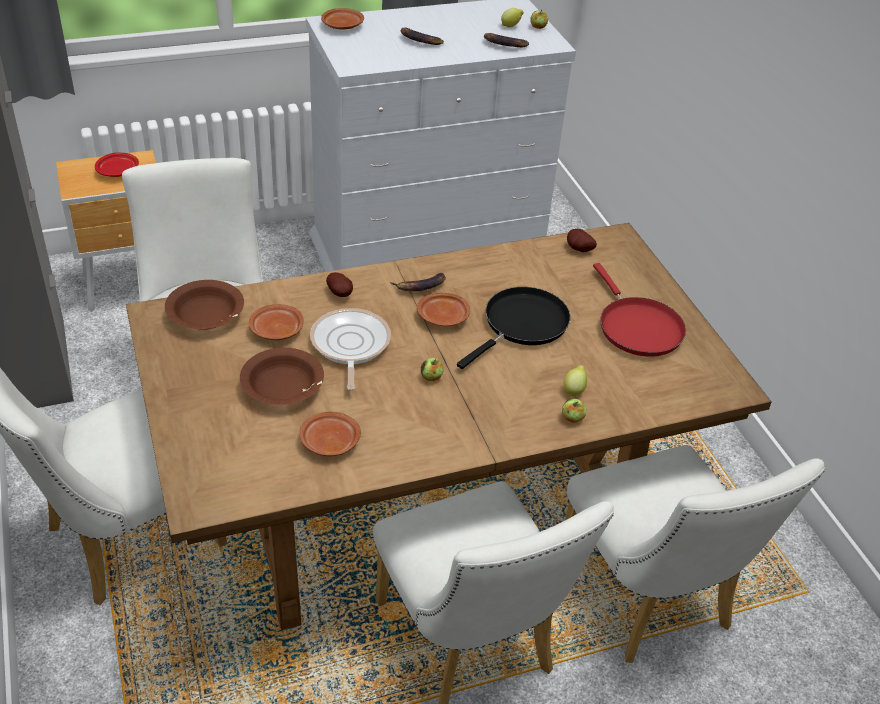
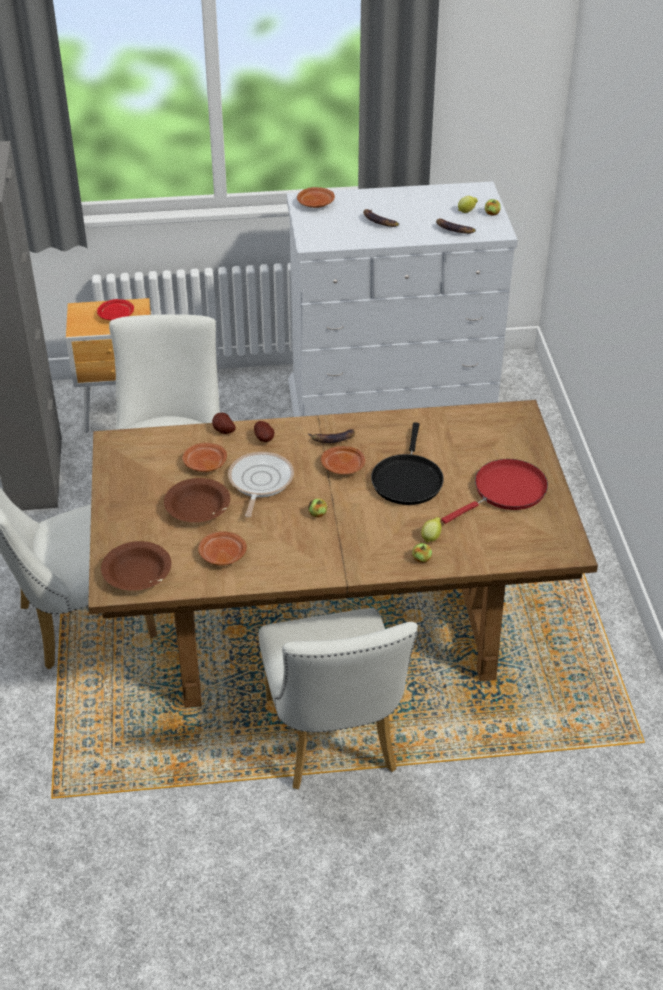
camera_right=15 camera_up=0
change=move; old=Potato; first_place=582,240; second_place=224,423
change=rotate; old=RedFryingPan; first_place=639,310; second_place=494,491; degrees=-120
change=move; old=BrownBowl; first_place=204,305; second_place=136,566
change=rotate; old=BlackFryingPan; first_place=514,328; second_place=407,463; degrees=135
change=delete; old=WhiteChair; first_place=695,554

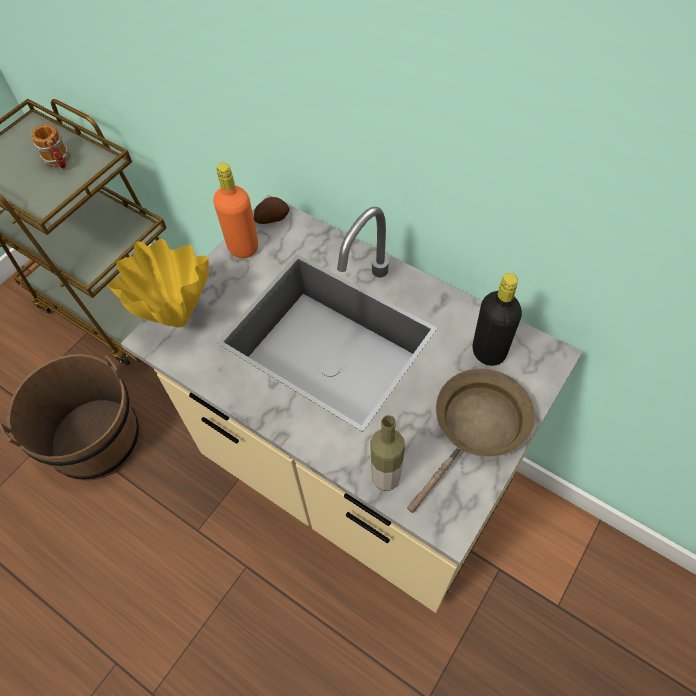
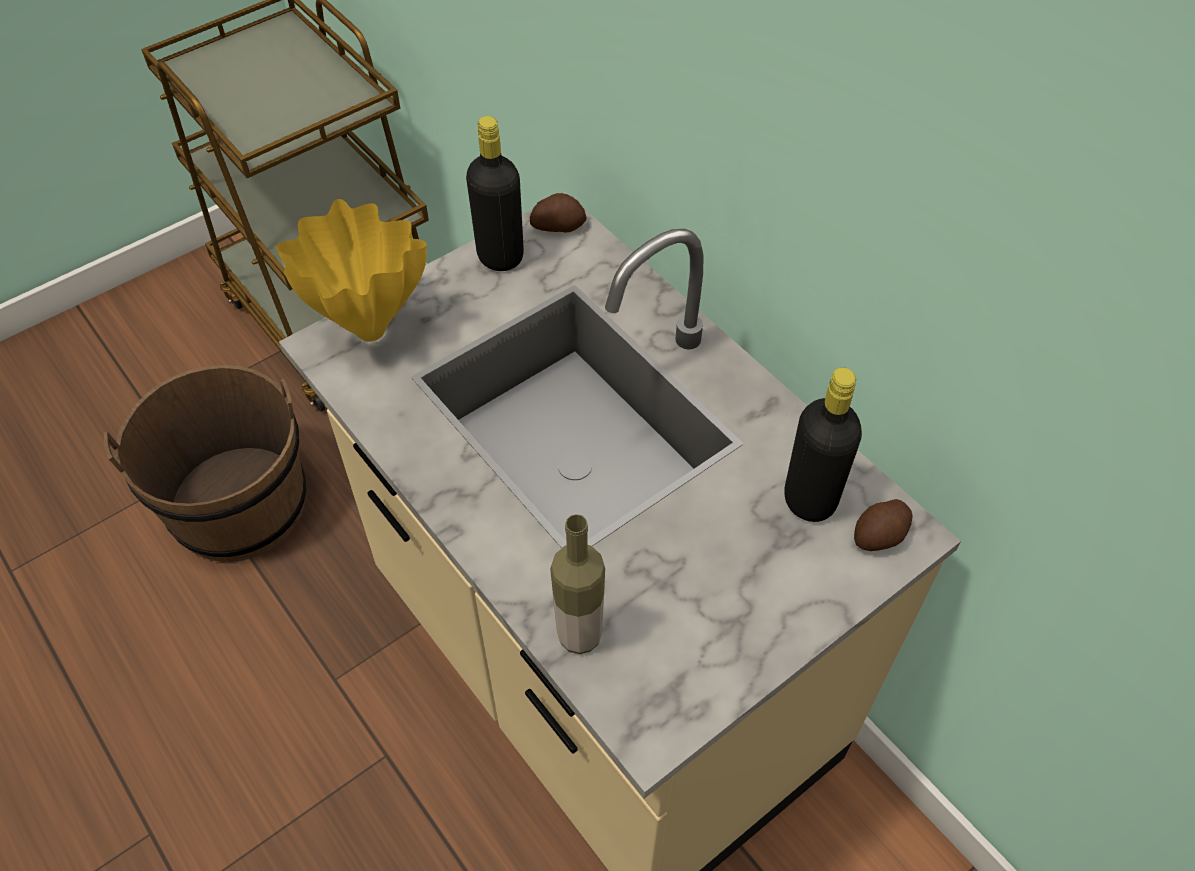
camera_right=15 camera_up=-5
change=delete; old=Mug; first_place=50,146
change=recolor; old=OrangeBottle; new=BlackBottle; first_place=235,210; second_place=495,193
change=delete; old=BrownFryingPan; first_place=471,440
change=insert; new=Potato; second_place=883,525

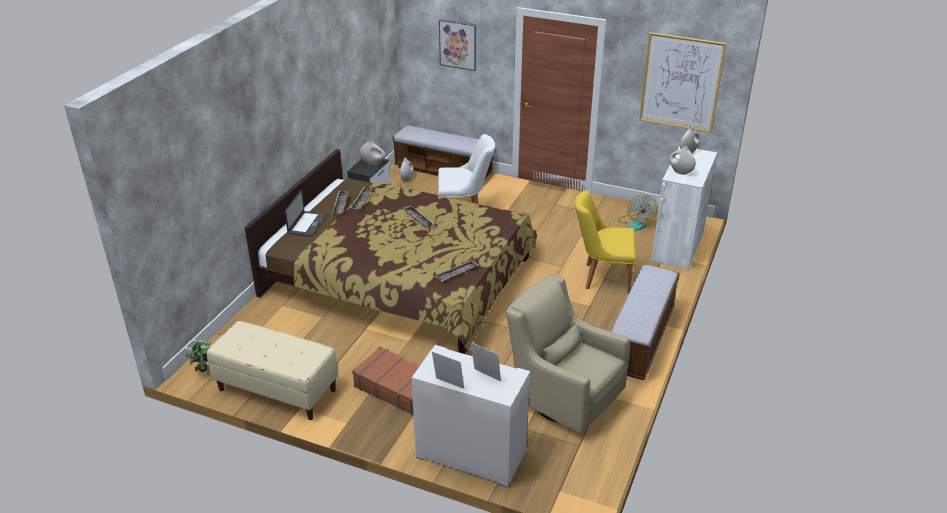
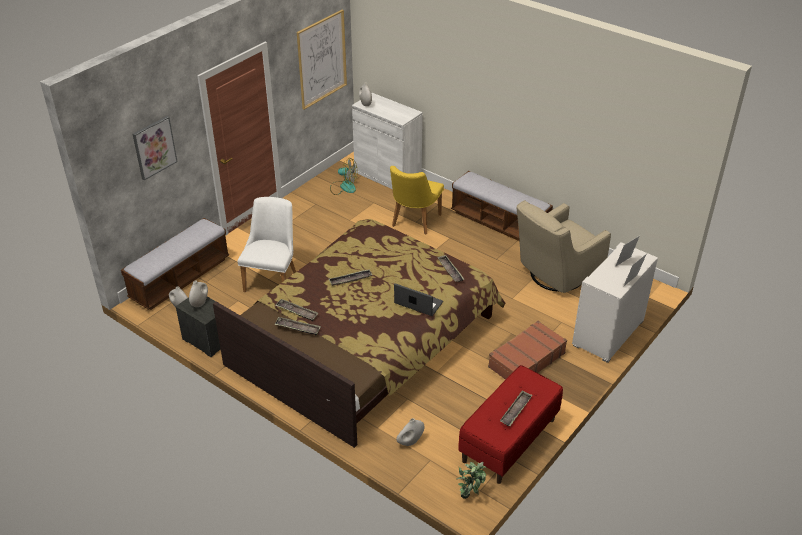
camera_right=-75 camera_up=5
change=move; old=WhiteVase; first_place=682,160; second_place=410,432
change=move; old=Laptop; first_place=305,214; second_place=418,299
change=recolor; old=BeigeBench; new=RedBench; first_place=272,370; second_place=510,424
change=insert; new=Tray; second_place=516,408

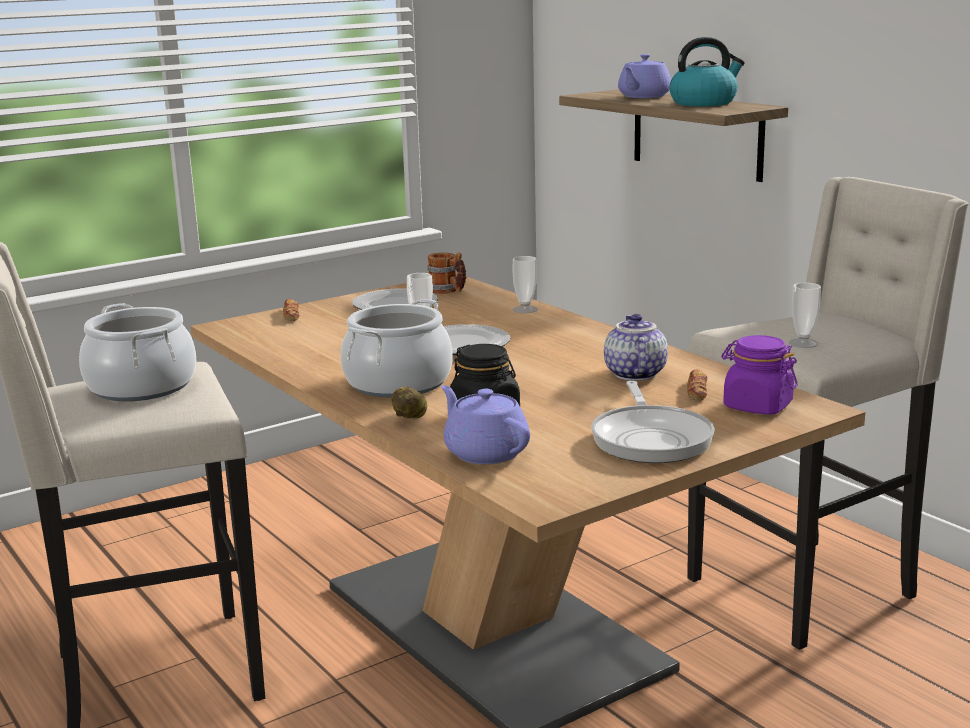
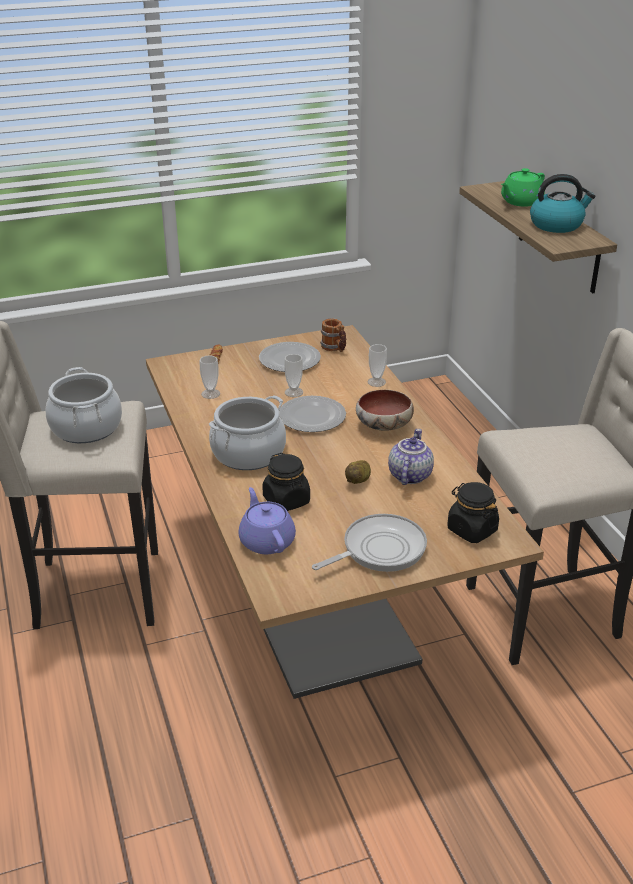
camera_right=15 camera_up=15
change=recolor; old=PurpleTeapot; new=GreenTeapot; first_place=644,76; second_place=523,187
change=move; old=Cup; first_place=805,315; second_place=209,377
change=recolor; old=PurpleJar; new=BlackJar; first_place=759,375; second_place=473,512
change=delete; old=Bread; first_place=697,385
change=rotate; old=FryingPan; first_place=653,422; second_place=369,543; degrees=-135
change=move; old=Potato; first_place=409,402; second_place=358,472
change=insert; new=Bowl; second_place=385,410

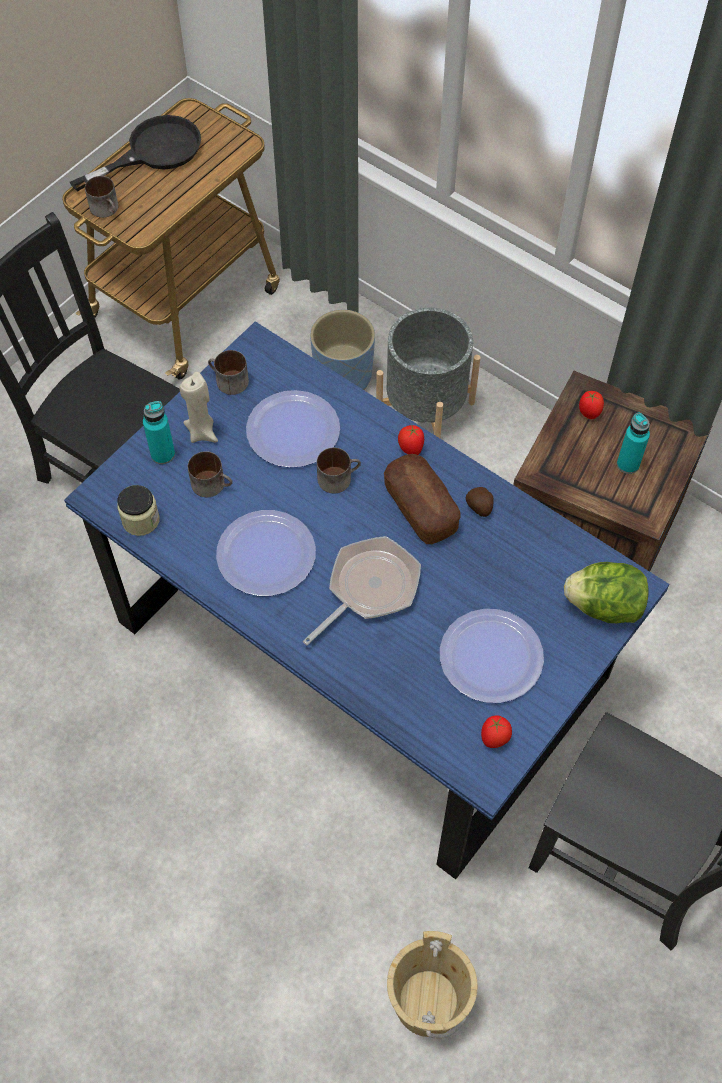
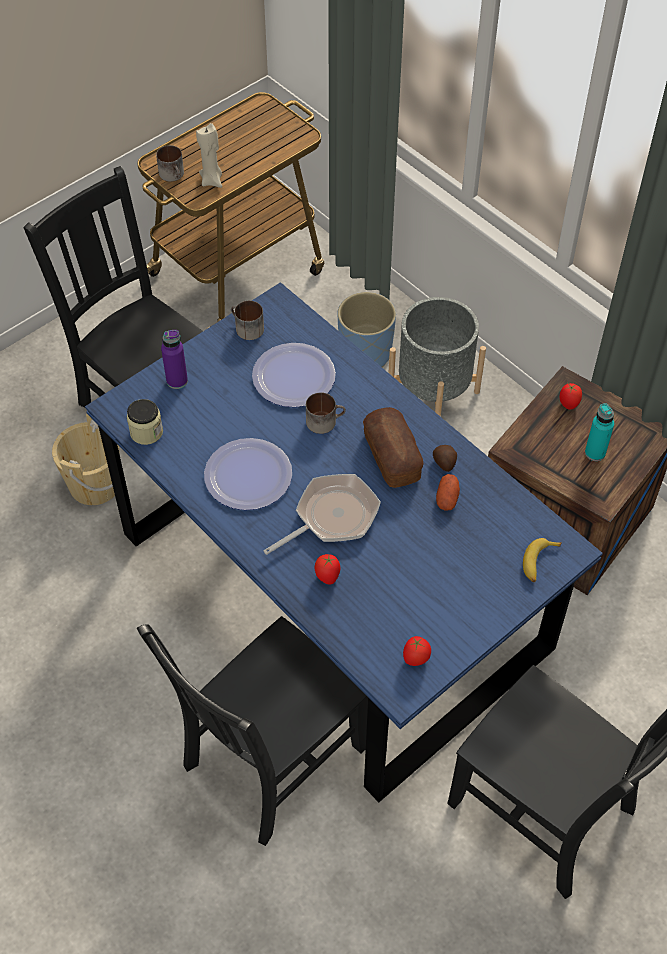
camera_right=10 camera_up=-5
change=delete; old=BlackFryingPan; first_place=135,153
change=move; old=BeigeCandle; first_place=198,407; second_place=209,155
change=recolor; old=TurquoiseBottle; new=PurpleBottle; first_place=159,432; second_place=174,359
change=move; old=Tomato; first_place=411,440; second_place=327,569
change=delete; old=Mug; first_place=210,474
change=replace; old=Lettuce; new=Banana; first_place=606,592; second_place=542,560
change=delete; old=Plate; first_place=492,656
change=move; old=BeigeBucket; first_place=432,984; second_place=88,458
change=insert; new=Potato; second_place=448,492
change=insert; new=BlackChair; second_place=252,731

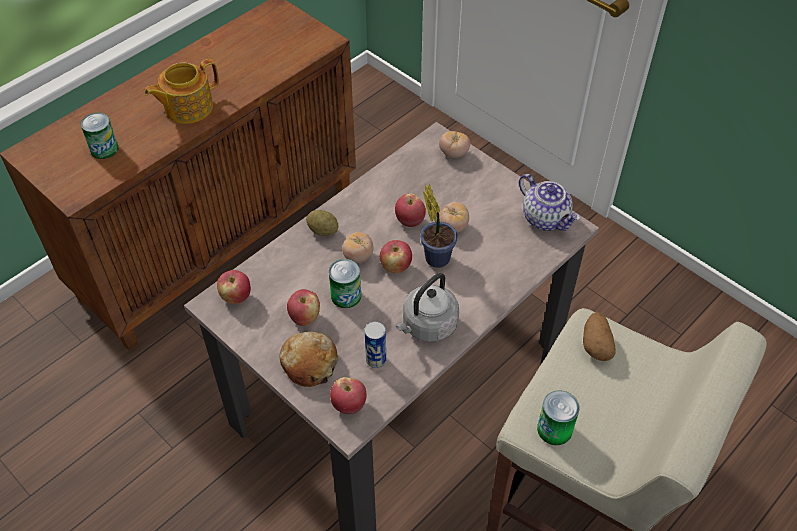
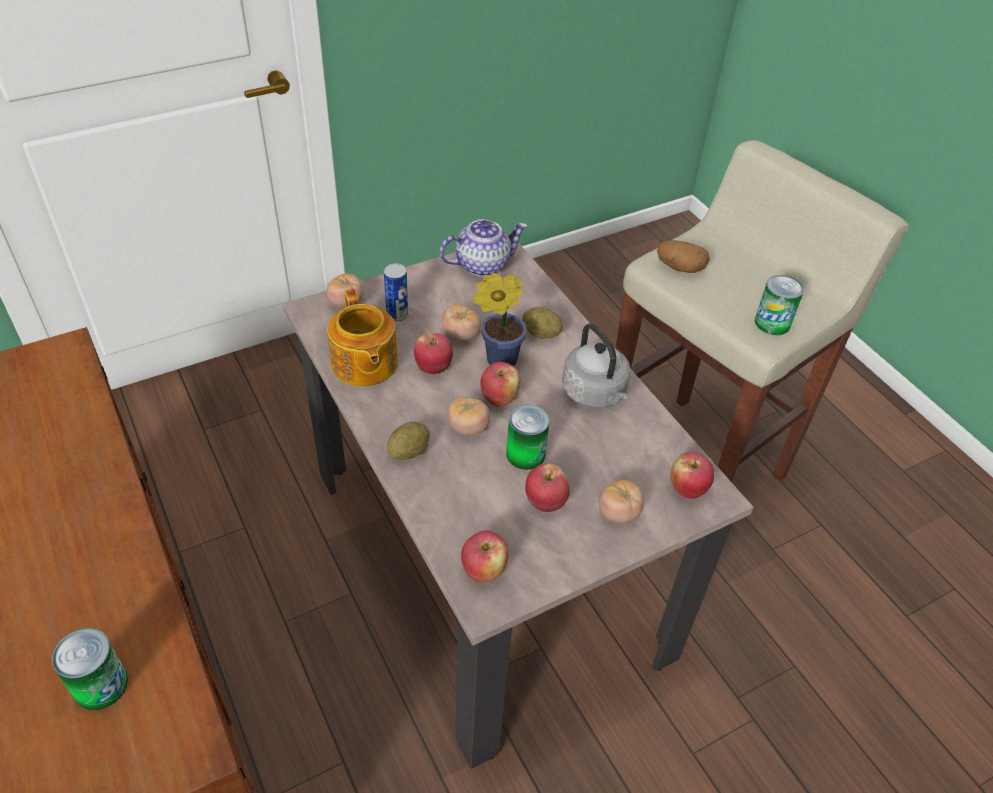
camera_right=-75 camera_up=-5
change=move; old=Teapot; first_place=182,91; second_place=362,338
change=move; old=Can; first_place=375,344; second_place=396,292
change=replace; old=Bread; new=Tomato; first_place=308,359; second_place=621,502
change=insert; new=Potato; second_place=542,322

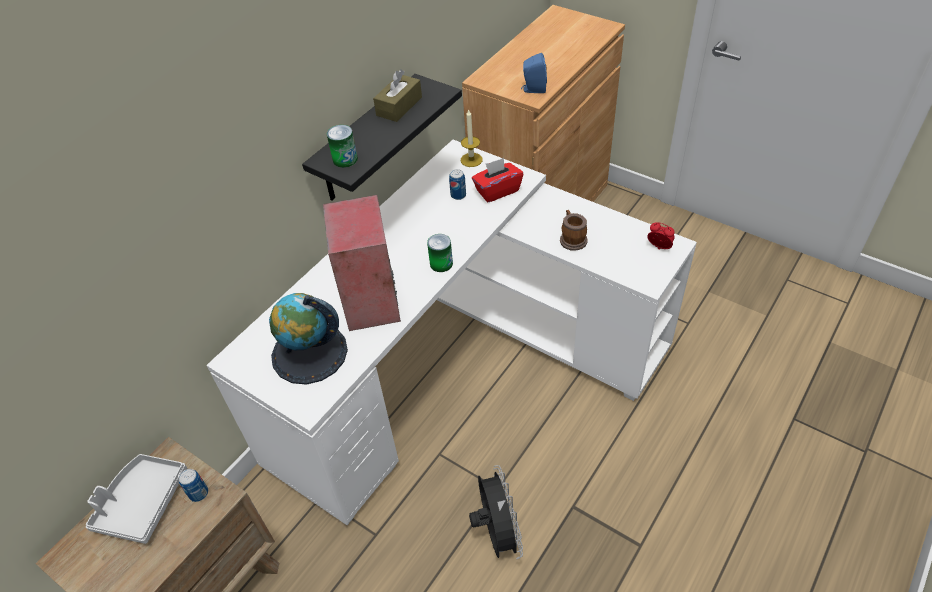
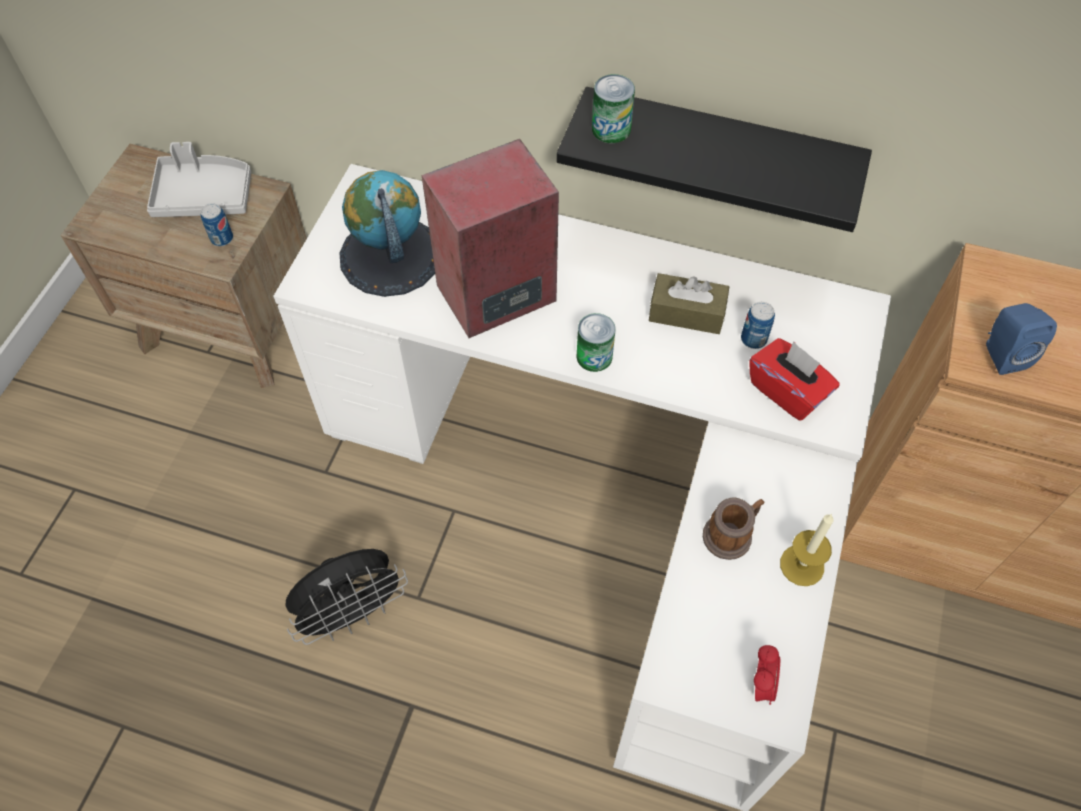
camera_right=70 camera_up=10
change=move; old=BrownTissueBox; first_place=397,95; second_place=689,303
change=move; old=Candle; first_place=472,138; second_place=807,550

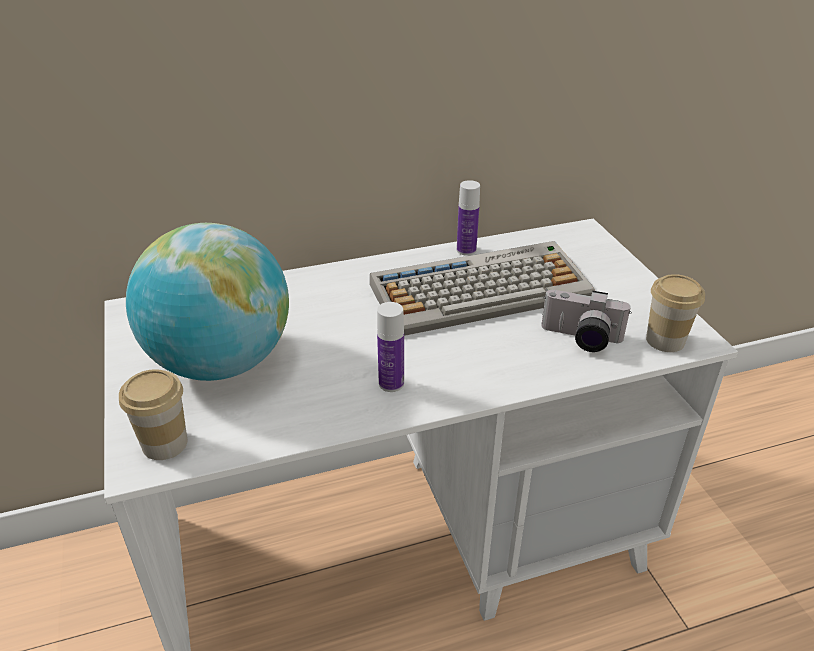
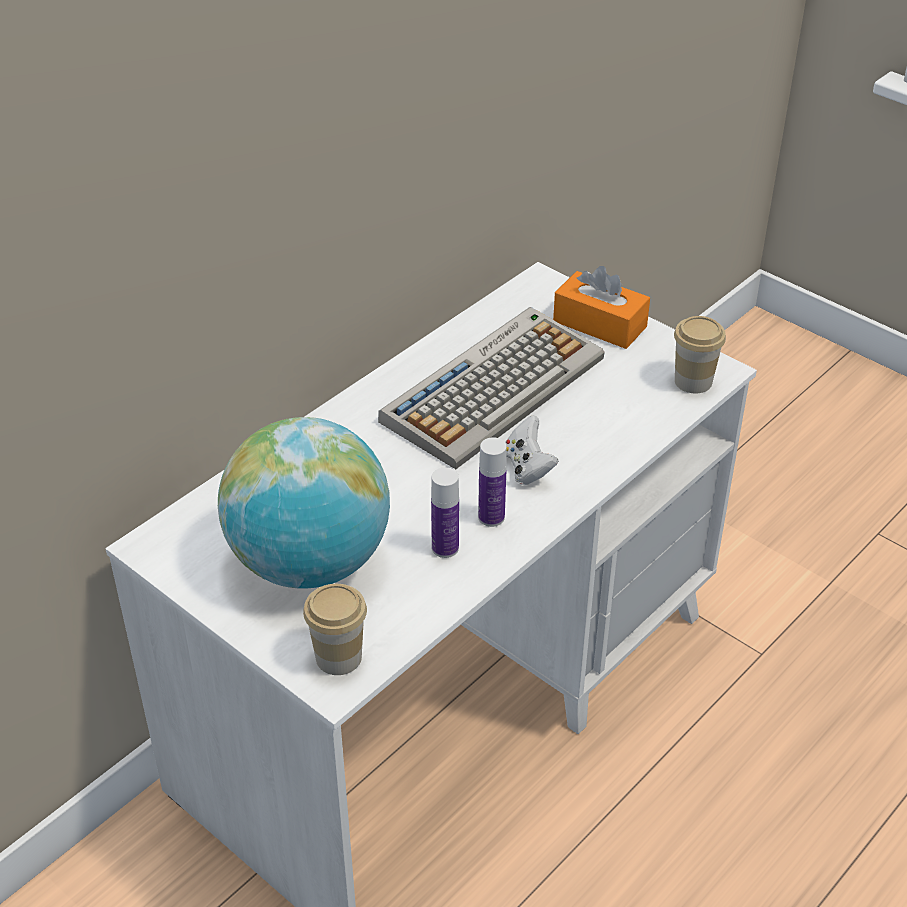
camera_right=-30 camera_up=5
change=move; old=Bottle; first_place=468,218; second_place=445,513
change=delete; old=PhotoCamera; first_place=586,321
change=insert; new=OrangeTissueBox; second_place=601,307
change=insert; new=WhiteGameController; second_place=531,450

